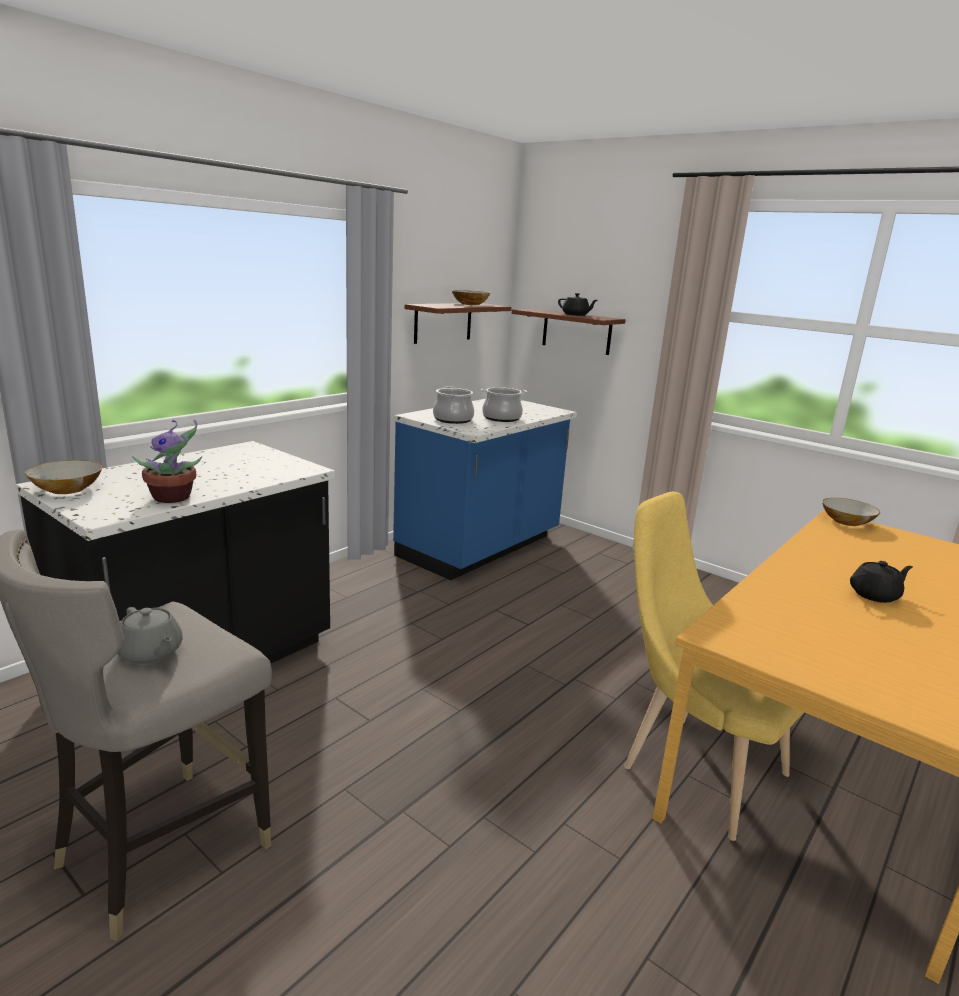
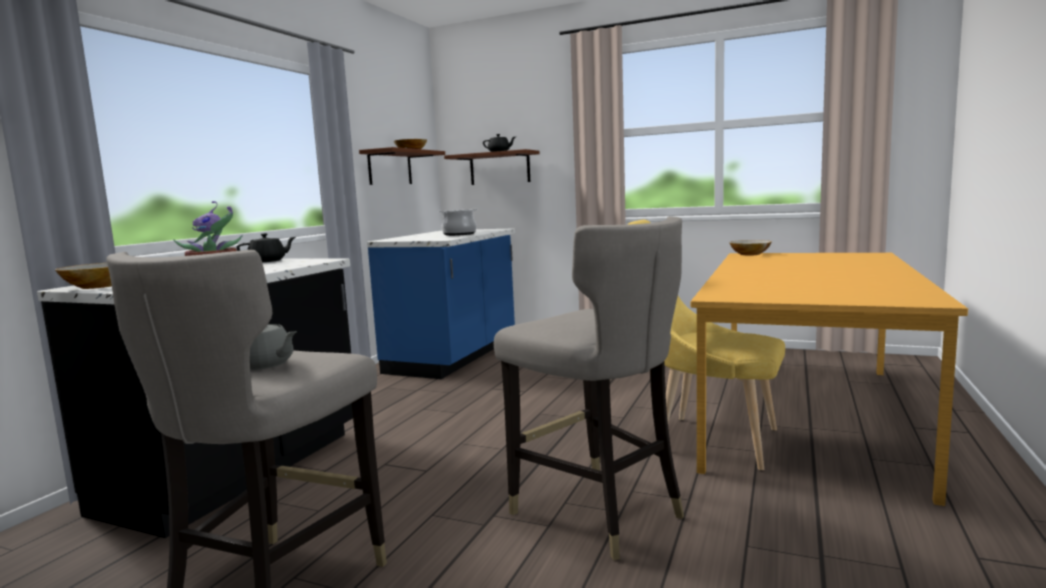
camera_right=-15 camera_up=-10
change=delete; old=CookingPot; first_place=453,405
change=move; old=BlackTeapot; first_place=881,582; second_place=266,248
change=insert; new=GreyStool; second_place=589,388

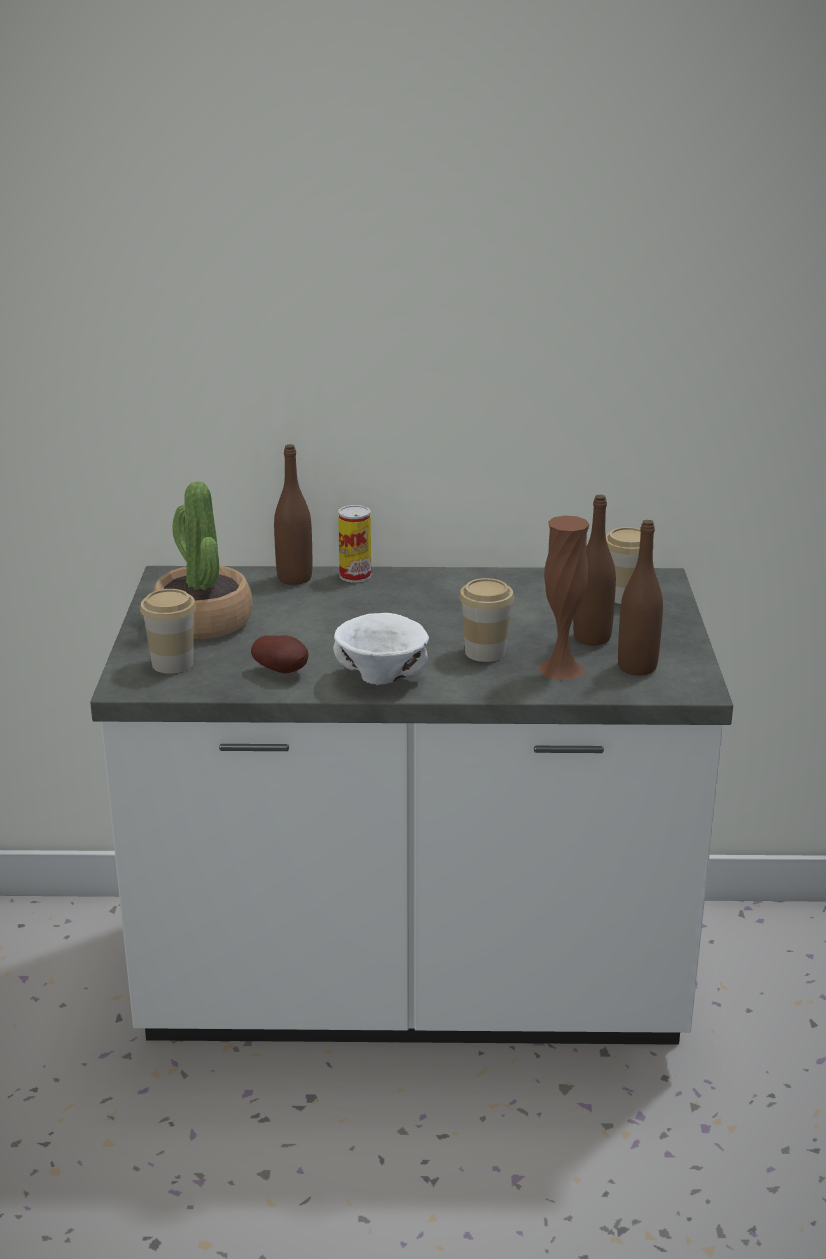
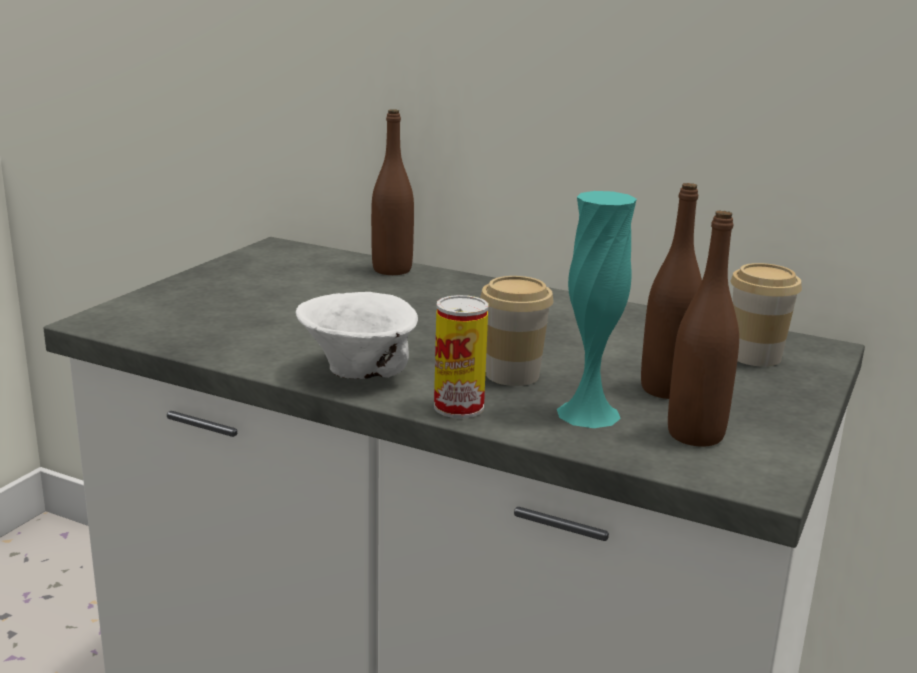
camera_right=25 camera_up=-5
change=delete; old=PottedPlant; first_place=203,560
change=move; old=Can; first_place=354,544; second_place=461,356
change=recolor; old=BrownVase; new=TurquoiseVase; first_place=564,597; second_place=597,309
change=delete; old=Cup; first_place=168,631
change=delete; old=Potato; first_place=280,654

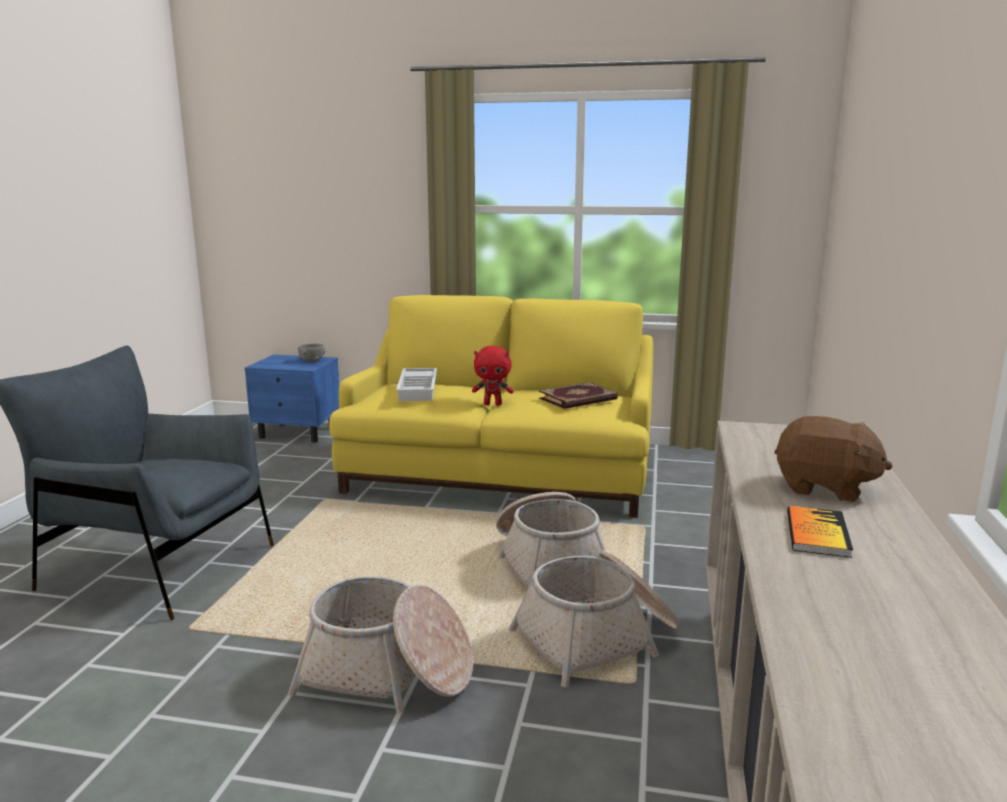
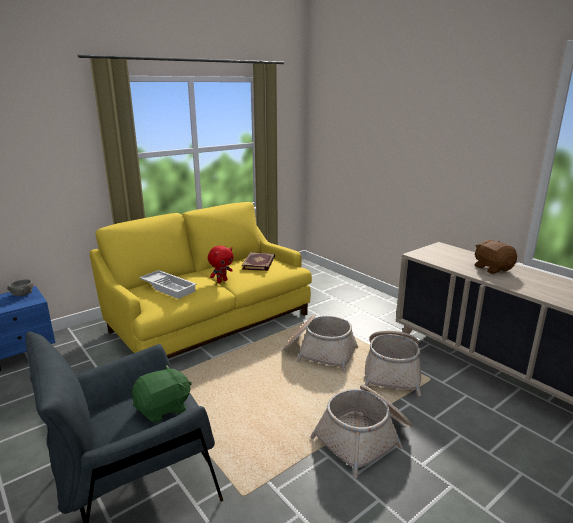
camera_right=-50 camera_up=5
change=rotate; old=BrownPlushToy; first_place=833,459; second_place=496,257; degrees=-90
change=delete; old=Book; first_place=820,532
change=insert; new=GreenPlushToy; second_place=162,394

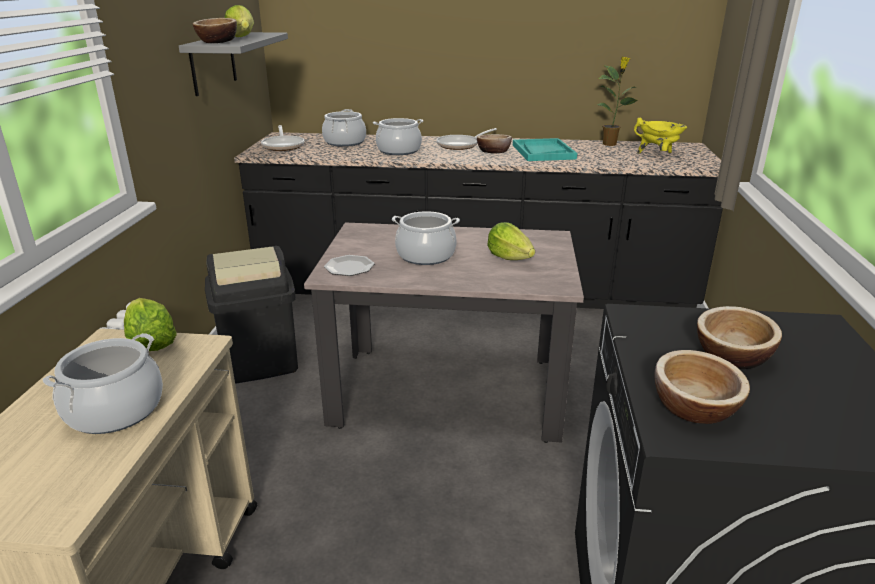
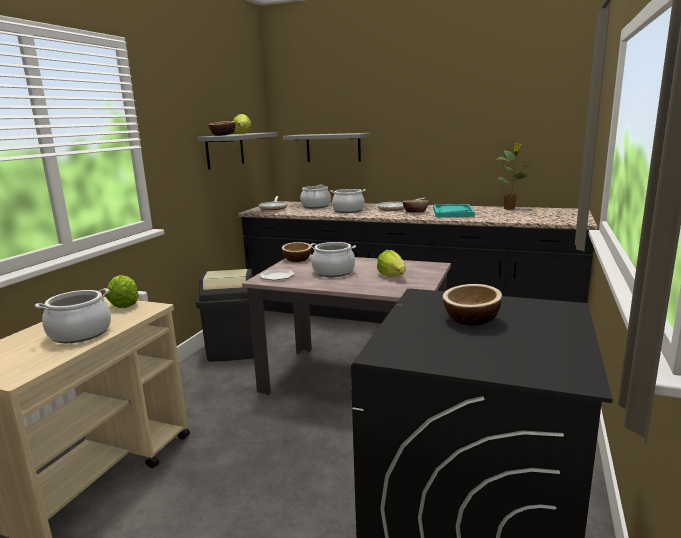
camera_right=15 camera_up=-10
change=delete; old=YellowCookingPot; first_place=660,135
change=move; old=Bowl; first_place=702,387; second_place=297,252
change=insert; new=GreyShelf; second_place=326,147

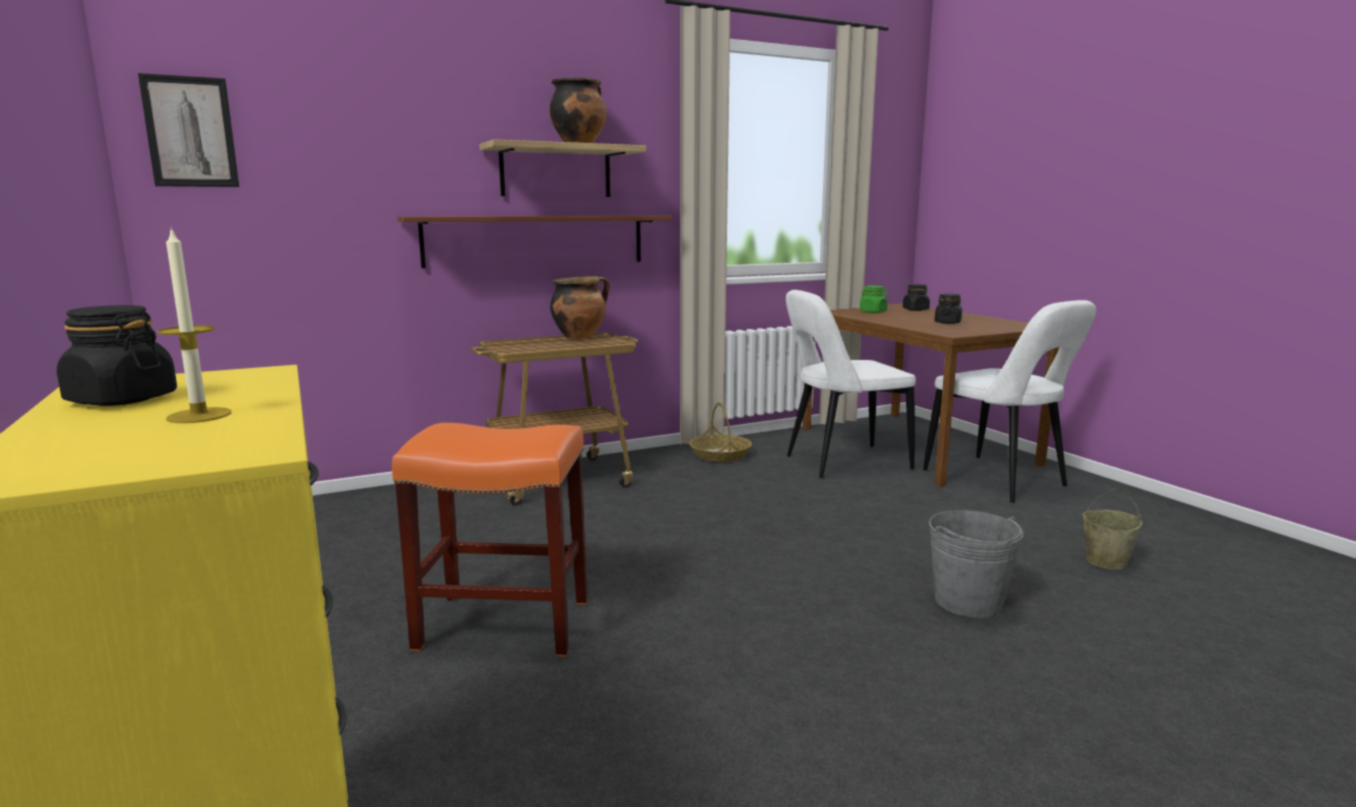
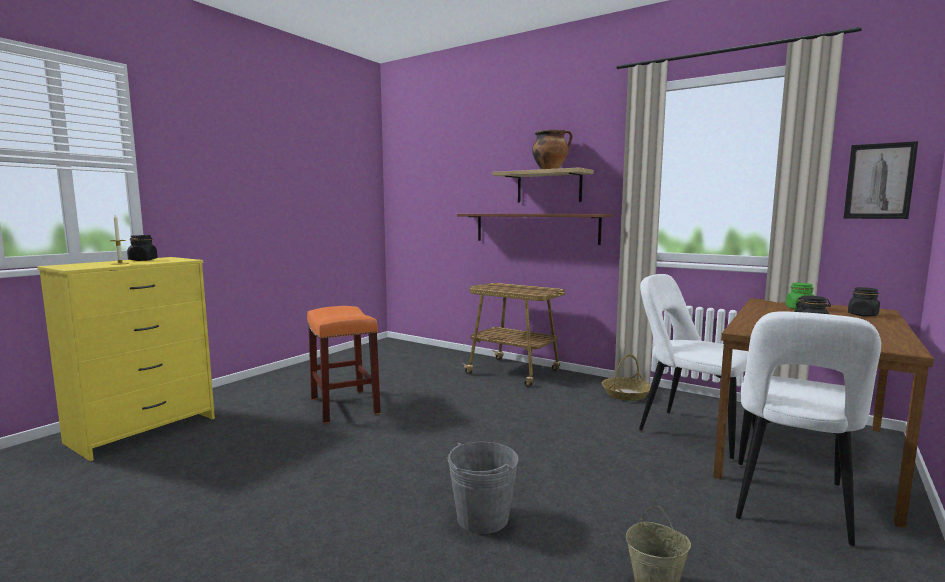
camera_right=60 camera_up=-5
change=move; old=Picture; first_place=188,130; second_place=880,180
change=delete; old=CookingPot; first_place=580,307

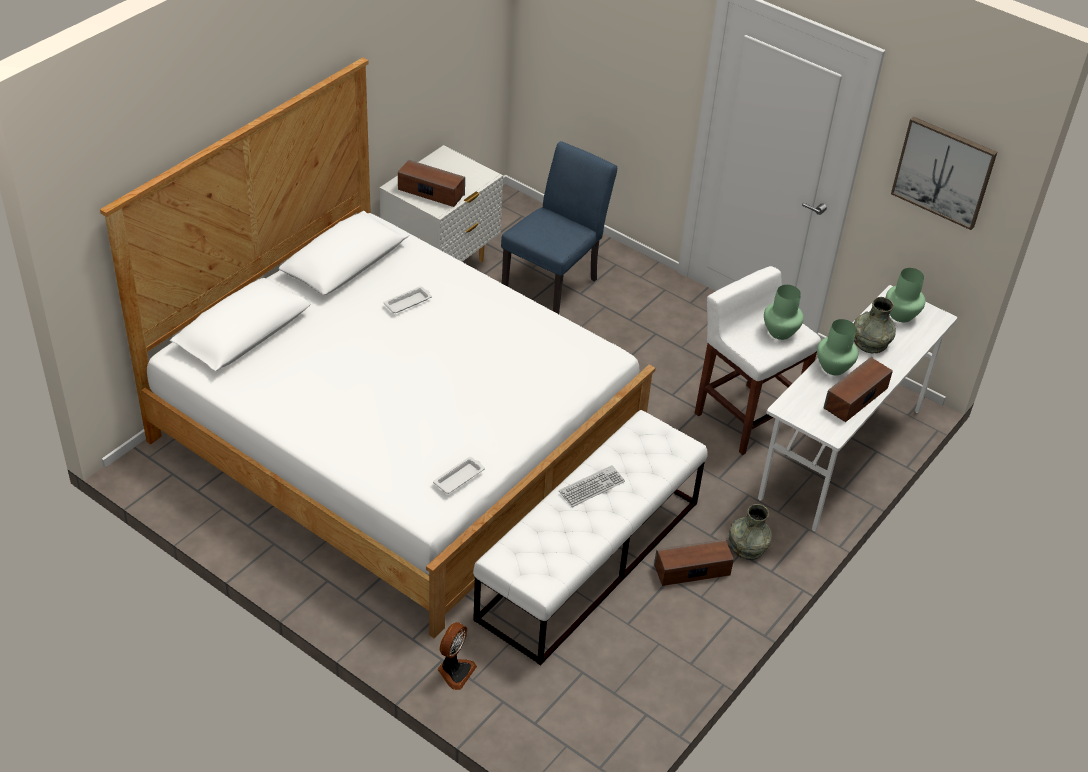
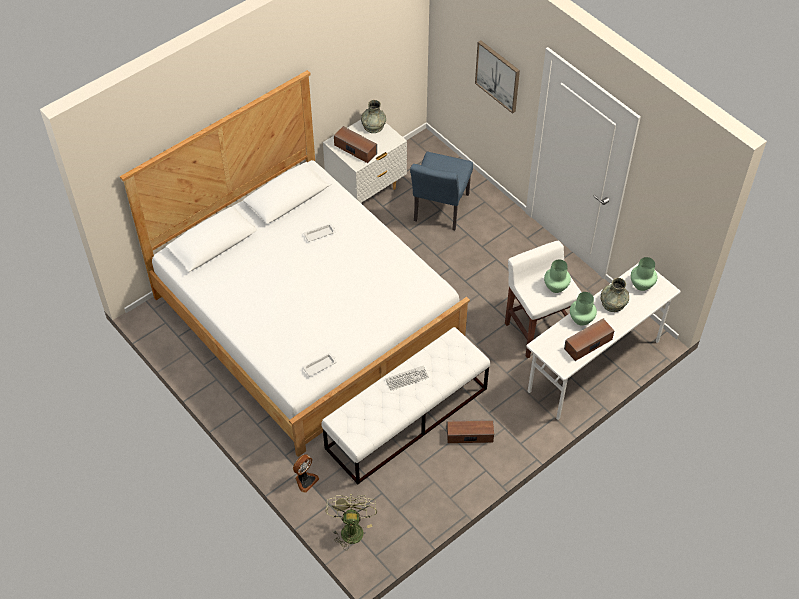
camera_right=15 camera_up=10
change=move; old=Picture; first_place=944,173; second_place=497,77
change=rotate; old=BlueChair; first_place=559,227; second_place=441,191; degrees=150
change=move; old=GreyVase; first_place=750,532; second_place=373,116
change=insert; new=GreenFan; second_place=351,522

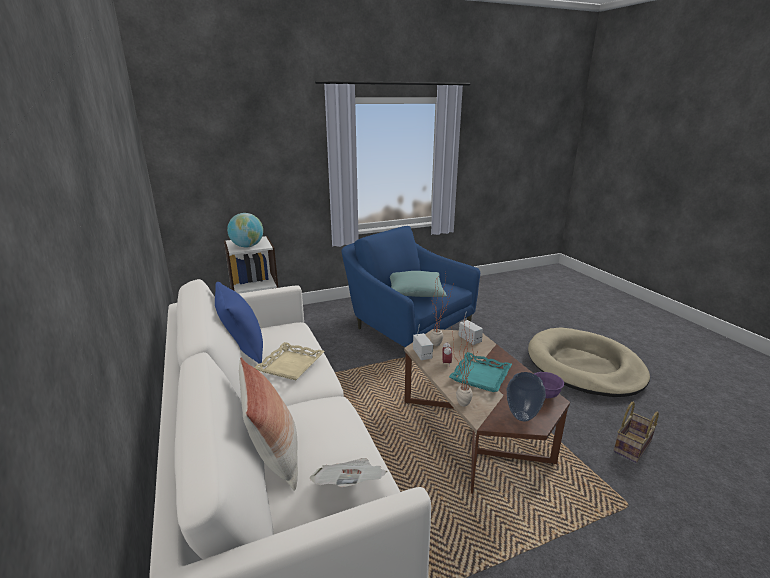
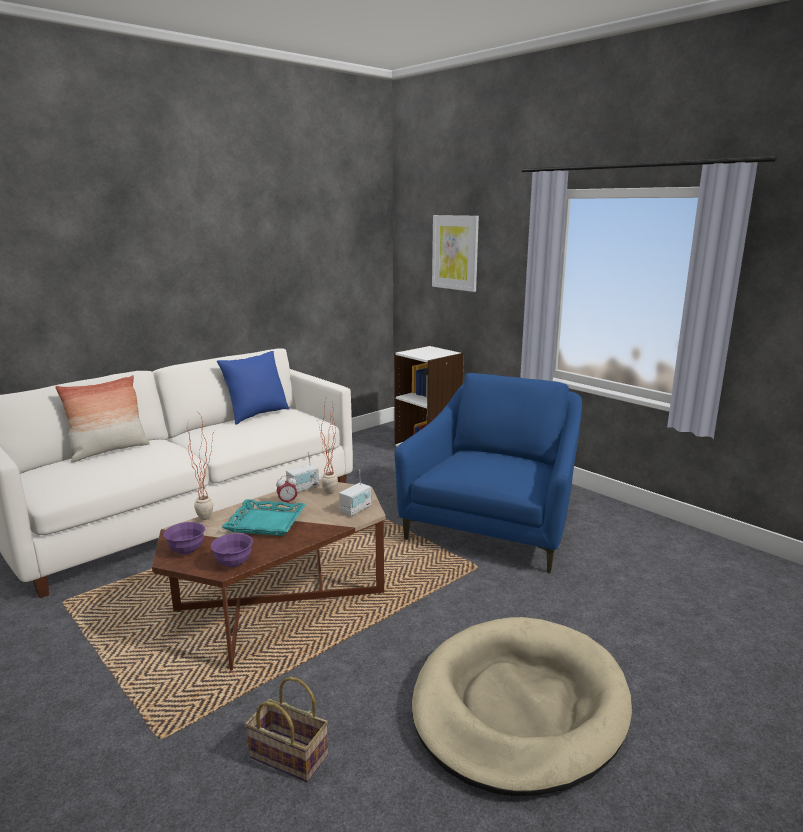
camera_right=70 camera_up=-5
change=delete; old=Globe; first_place=245,230
change=delete; old=TurquoisePillow; first_place=418,284
change=delete; old=BeigeTray; first_place=289,361
change=replace; old=Vase; new=PurpleBowl; first_place=526,396; second_place=184,538
change=delete; old=Newspaper; first_place=349,472
change=insert; new=Picture; second_place=455,253

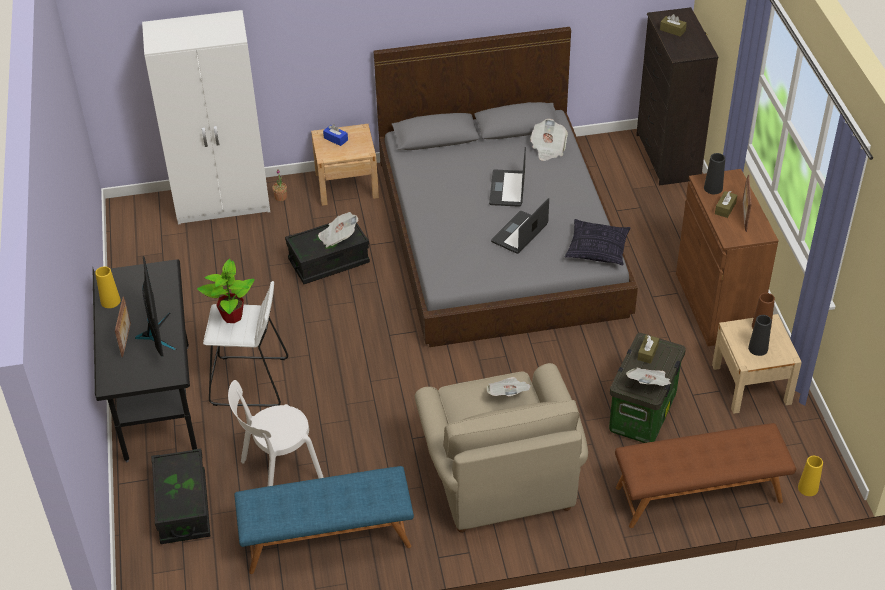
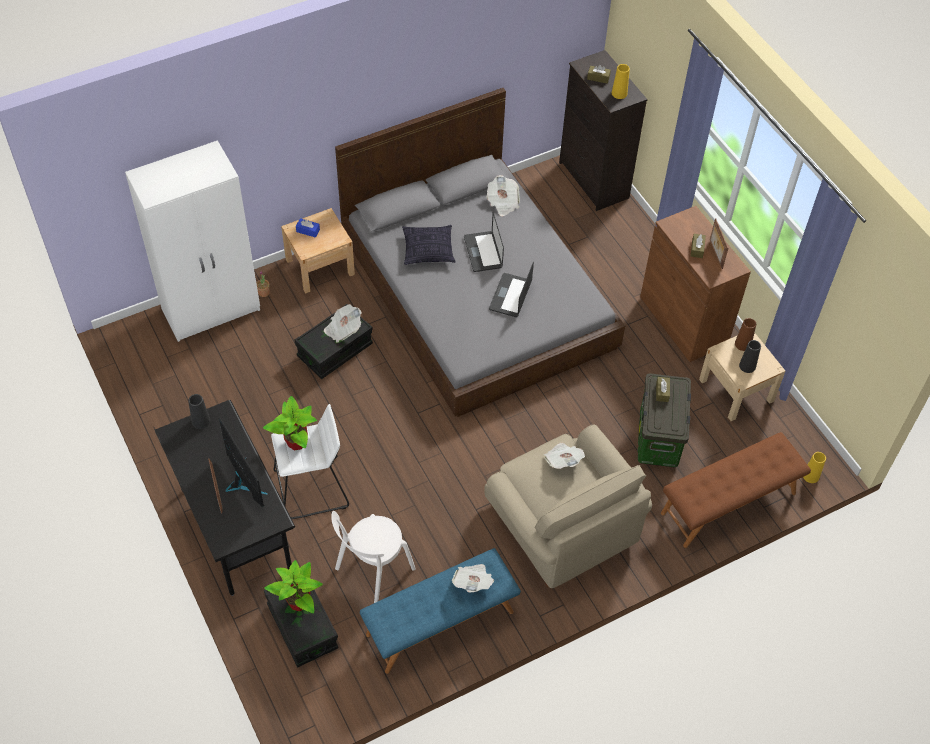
camera_right=-20 camera_up=10
change=move; old=BlackVase; first_place=714,173; second_place=199,411
change=move; old=Pillow; first_place=597,242; second_place=429,245
change=move; old=YellowVase; first_place=108,287; second_place=621,81
change=move; old=Newspaper; first_place=648,377; second_place=473,578
change=insert; new=PottedPlant; second_place=293,586

